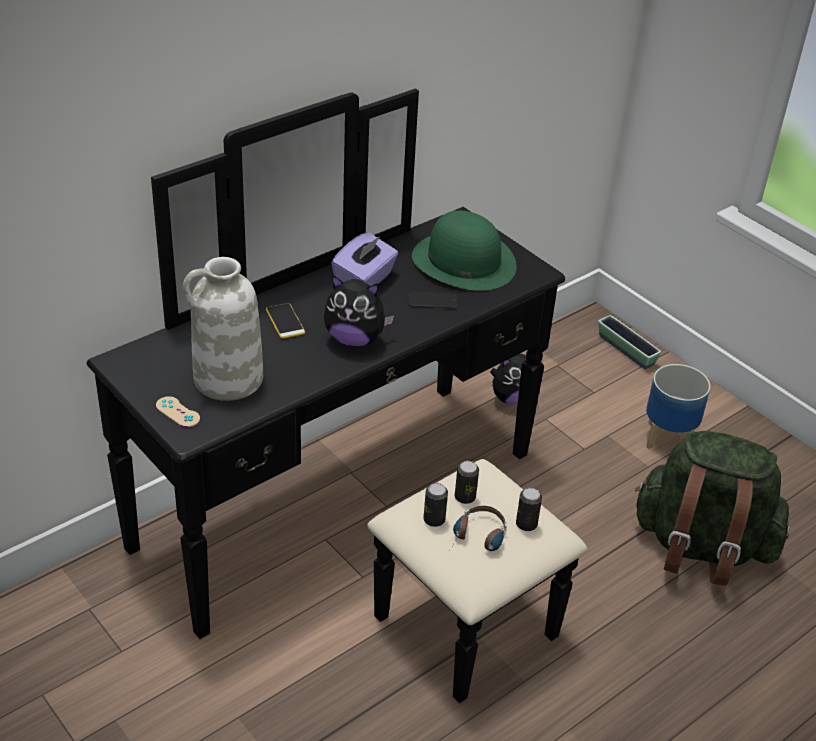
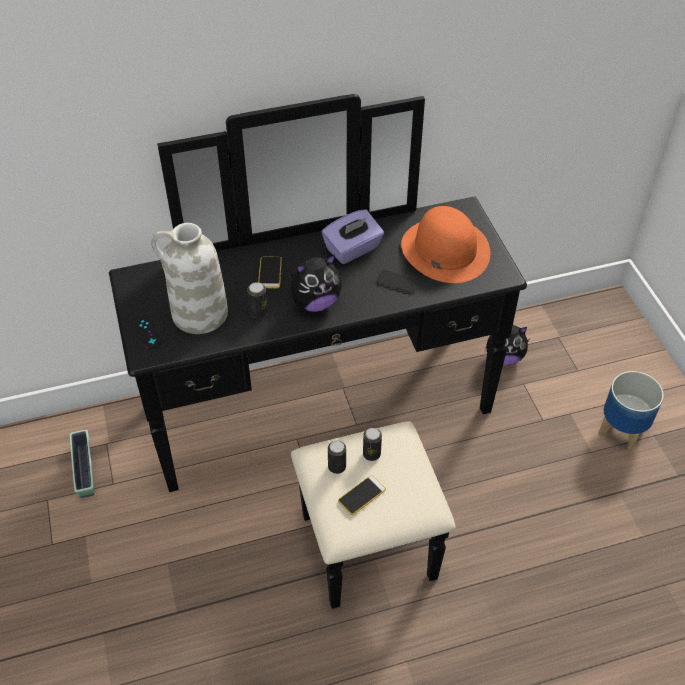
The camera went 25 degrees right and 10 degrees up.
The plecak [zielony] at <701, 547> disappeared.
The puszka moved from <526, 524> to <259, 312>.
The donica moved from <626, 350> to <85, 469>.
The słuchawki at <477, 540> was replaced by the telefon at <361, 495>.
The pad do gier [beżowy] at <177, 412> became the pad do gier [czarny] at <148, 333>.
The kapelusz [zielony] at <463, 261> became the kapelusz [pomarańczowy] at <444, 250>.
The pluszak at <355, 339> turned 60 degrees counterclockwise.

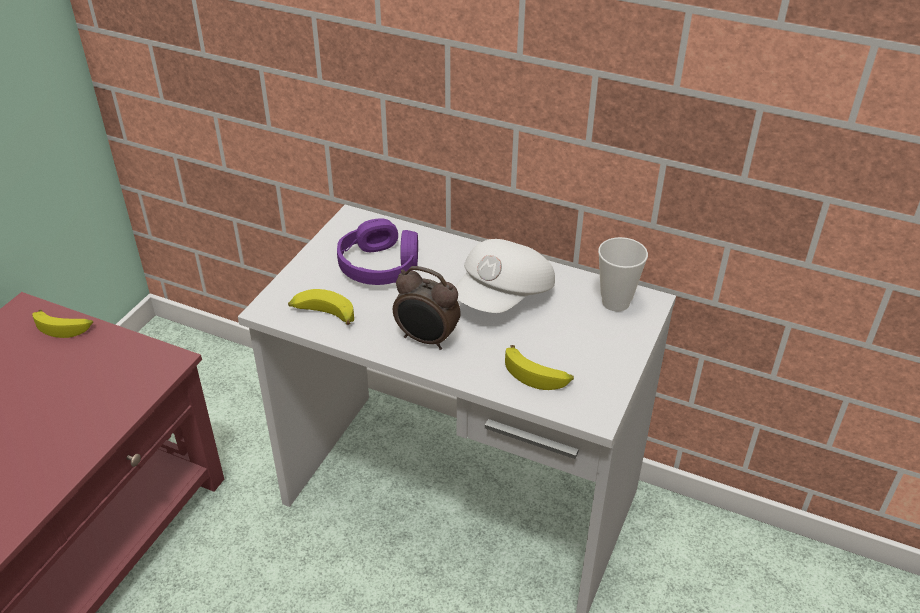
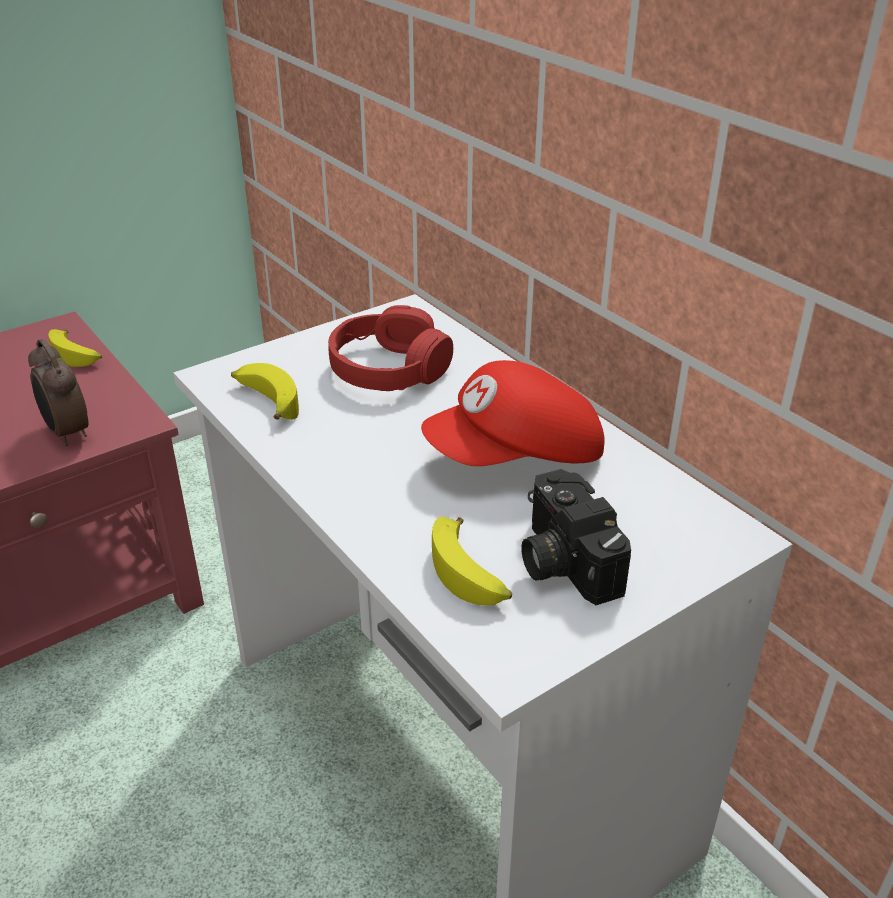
The camera went 30 degrees right and 5 degrees down.
The filiżanka at <615, 302> disappeared.
The aparat fotograficzny at <561, 560> appeared.
The budzik moved from <426, 339> to <67, 433>.
The słuchawki [fioletowy] at <379, 265> became the słuchawki [czerwony] at <389, 369>.
The czapka z daszkiem [biały] at <504, 297> became the czapka z daszkiem [czerwony] at <517, 457>.

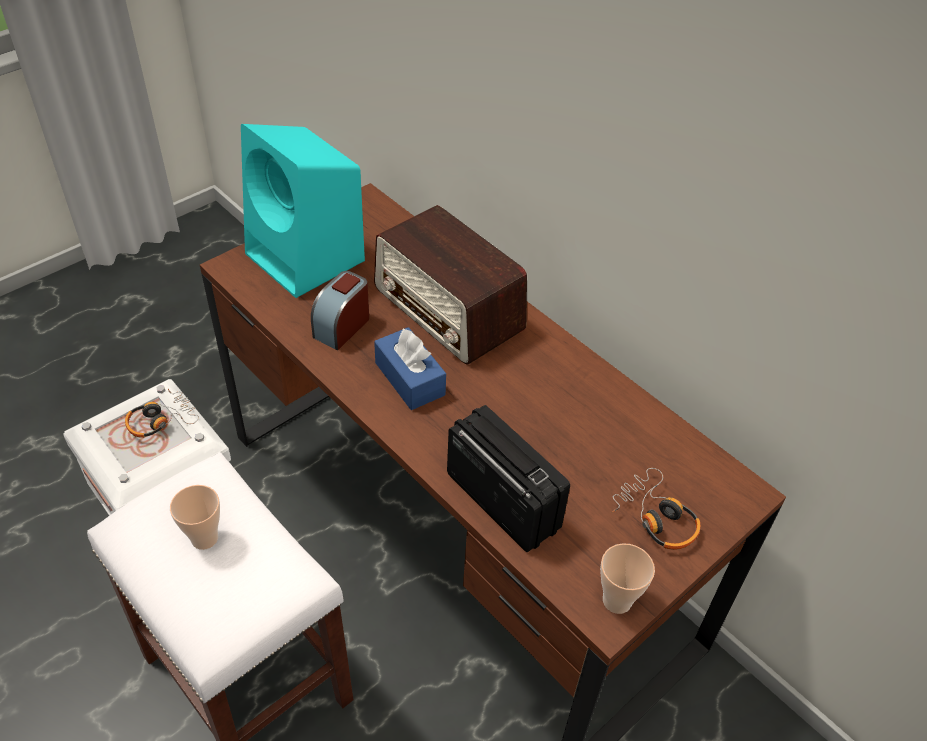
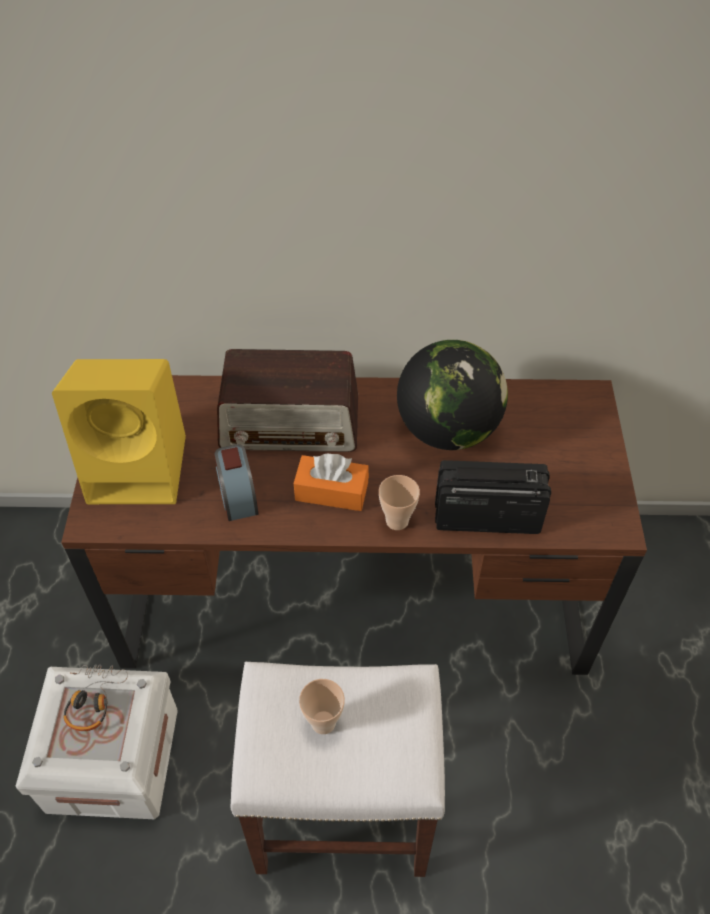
The camera went 45 degrees left and 5 degrees up.
The słuchawki at <655, 517> disappeared.
The globus at <447, 430> appeared.
The filiżanka moved from <617, 600> to <397, 521>.
The głośnik [turkusowy] at <308, 258> became the głośnik [żółty] at <140, 468>.
The pudełko chusteczek [niebieski] at <409, 379> became the pudełko chusteczek [pomarańczowy] at <331, 491>.

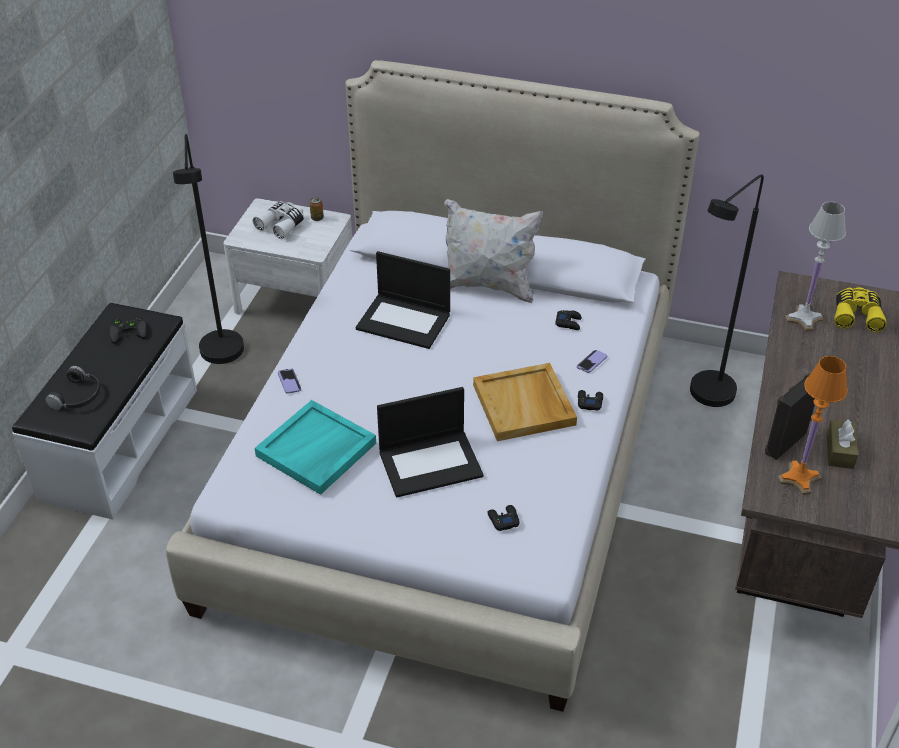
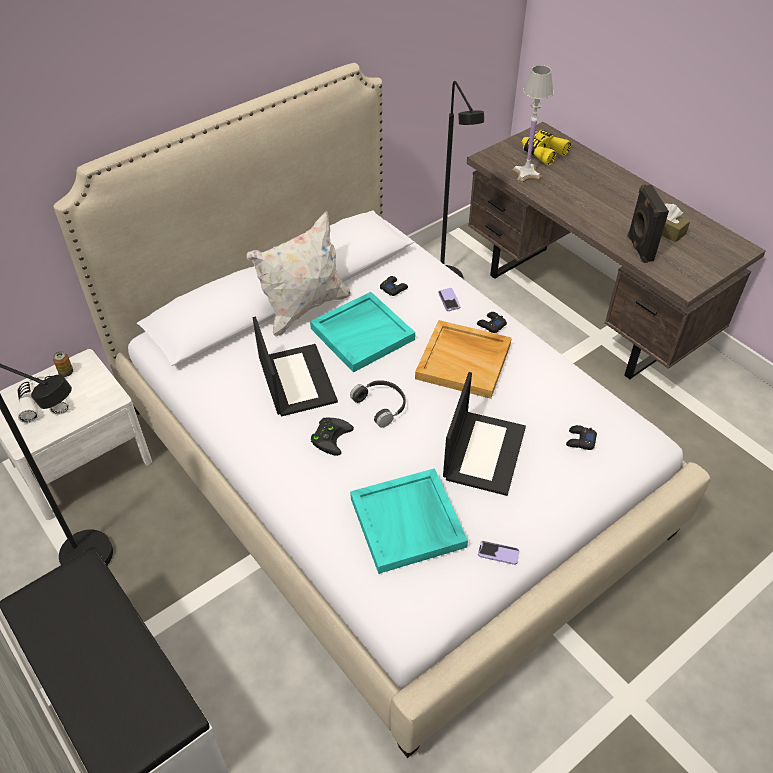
The camera went 55 degrees left and 5 degrees up.
The lampa stołowa [pomarańczowy] at <799, 479> disappeared.
The taca [turkusowy] at <362, 333> appeared.
The słuchawki [czarny] moved from <78, 396> to <382, 405>.
The pad do gier [czarny] moved from <130, 331> to <330, 436>.
The telefon moved from <289, 382> to <498, 553>.
The laptop at <405, 321> turned 75 degrees counterclockwise.

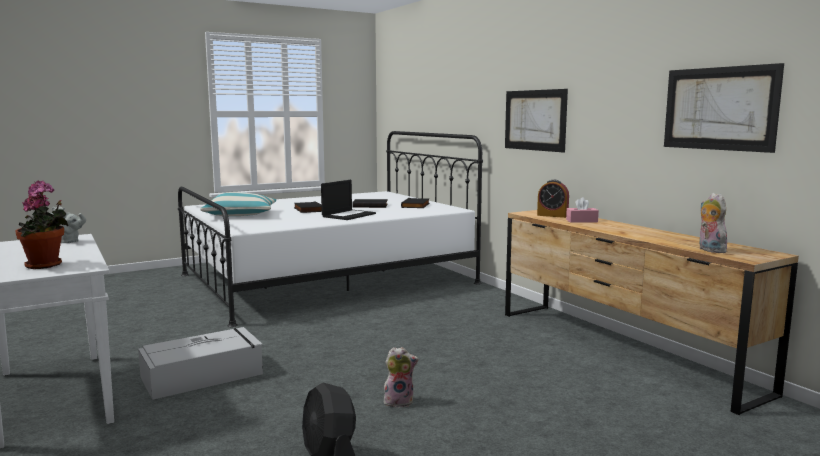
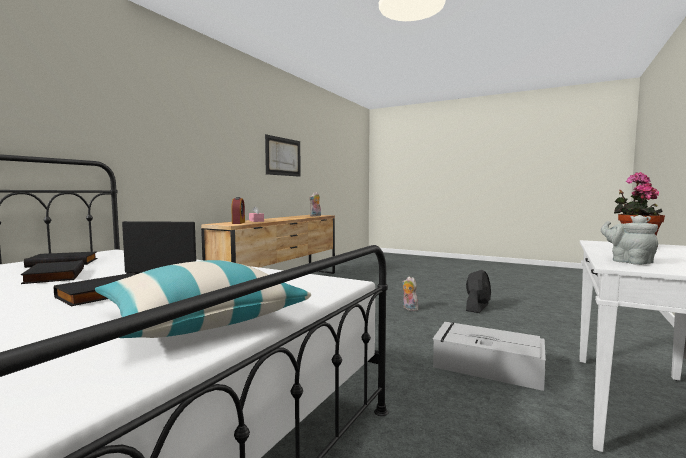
The camera went 120 degrees left and 5 degrees down.
The obraz at <534, 120> disappeared.

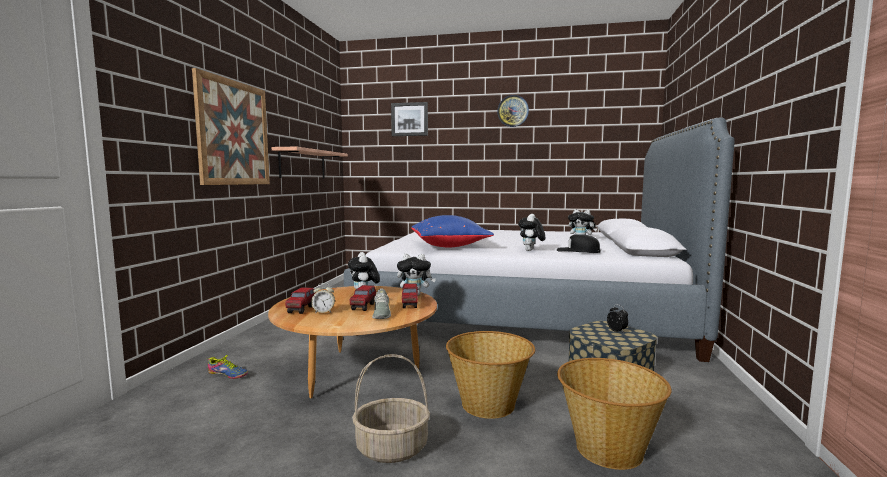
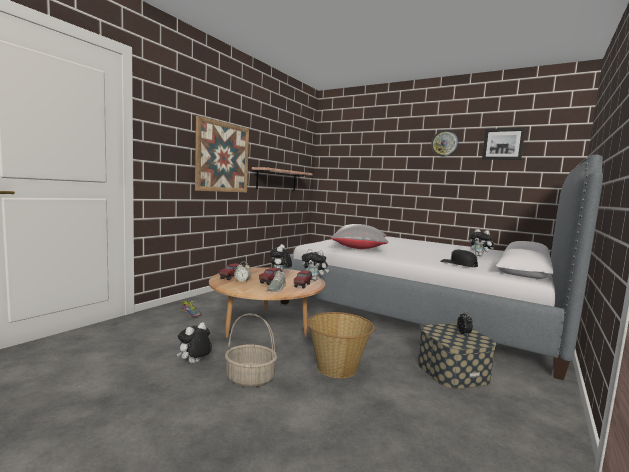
The camera went 20 degrees right and 0 degrees up.
The koszyk at <608, 448> disappeared.
The obraz moved from <409, 119> to <503, 144>.
The pluszak moved from <531, 250> to <194, 363>.
The poduszka [niebieski] at <449, 246> became the poduszka [szary] at <359, 248>.

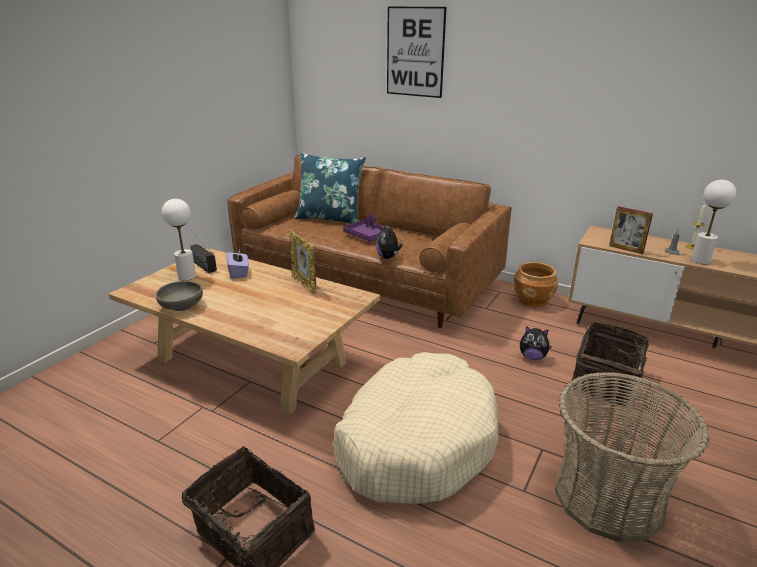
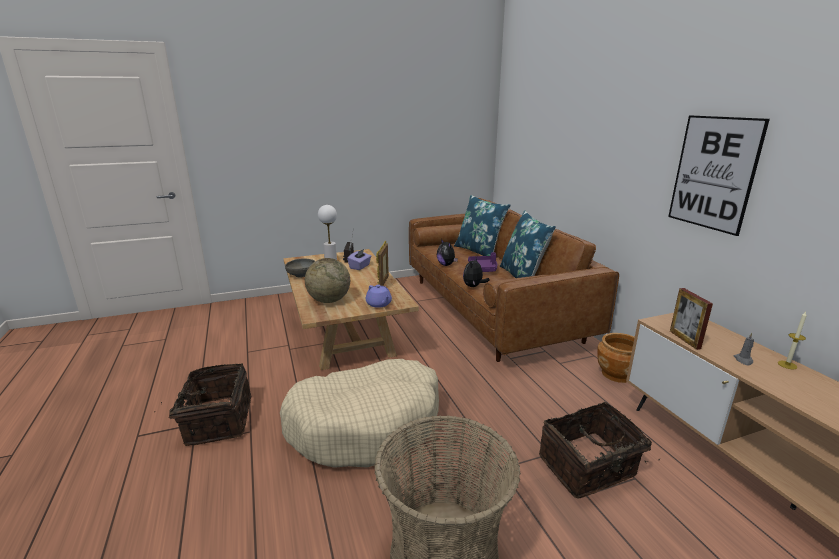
The camera went 40 degrees right and 5 degrees down.
The lampa stołowa [biały] at <700, 260> disappeared.
The globus at <329, 300> appeared.
The imbryk [fioletowy] at <379, 304> appeared.
The poduszka [niebieski] at <522, 276> appeared.
The obraz moved from <415, 52> to <713, 173>.
The pluszak moved from <532, 357> to <446, 265>.

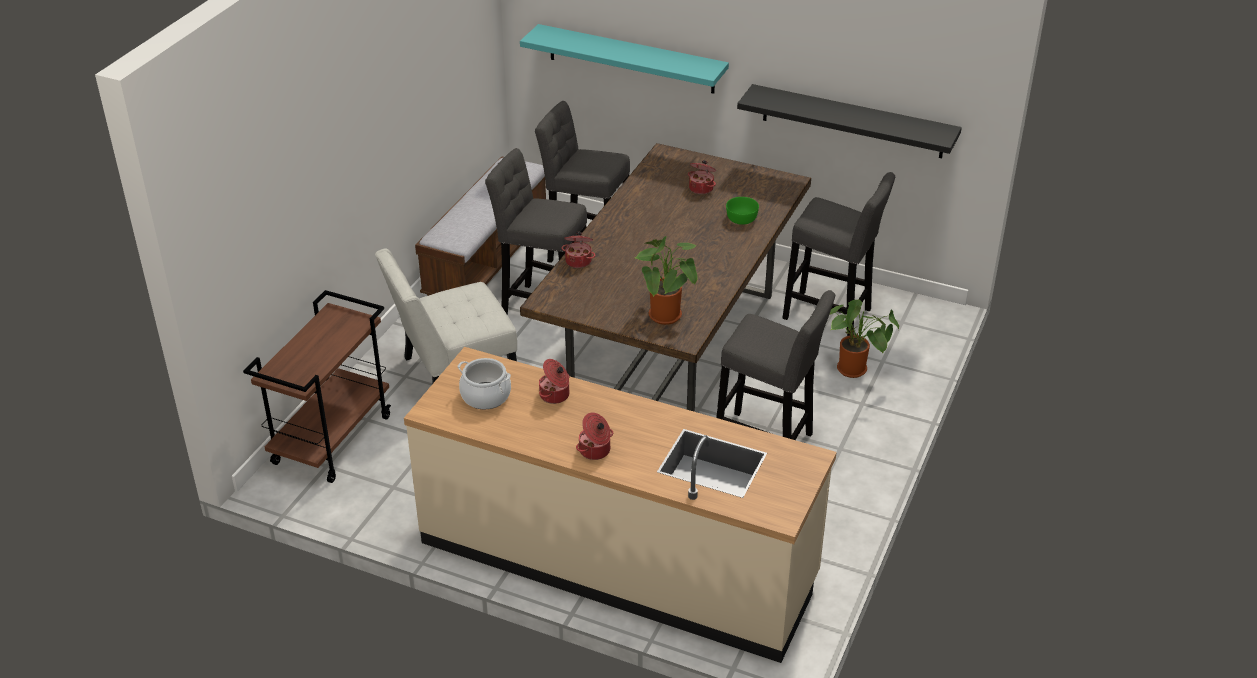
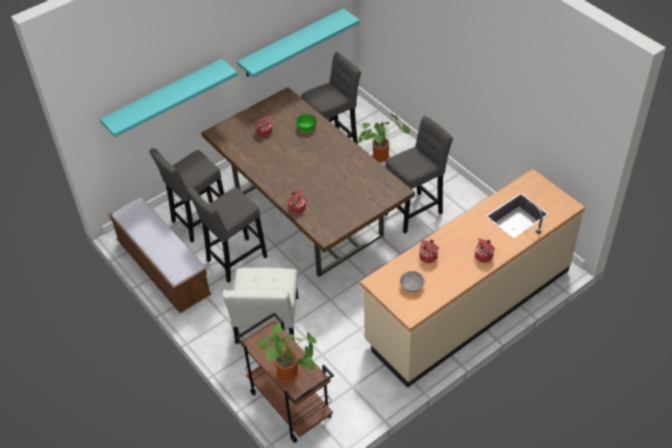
The camera went 60 degrees left and 10 degrees up.
The roślina doniczkowa moved from <667, 318> to <290, 373>.
The garnek at <486, 396> was replaced by the miska [szary] at <412, 286>.
The półka [czarny] at <852, 121> became the półka [turkusowy] at <292, 43>.

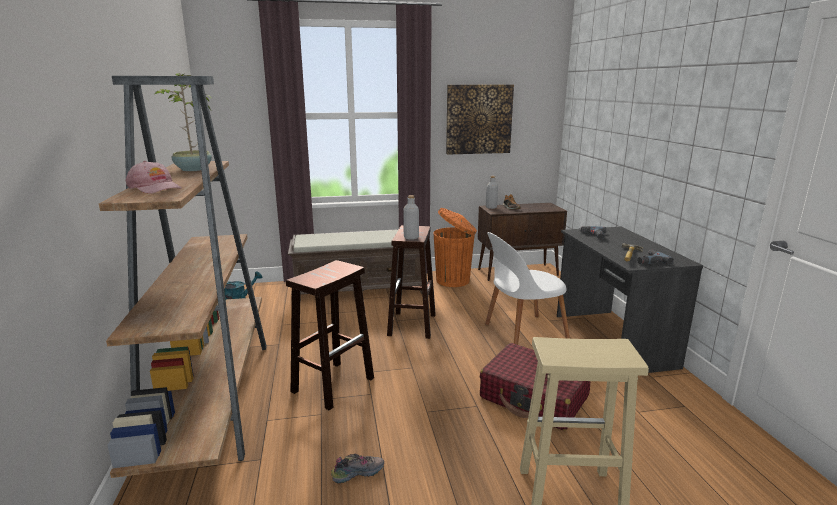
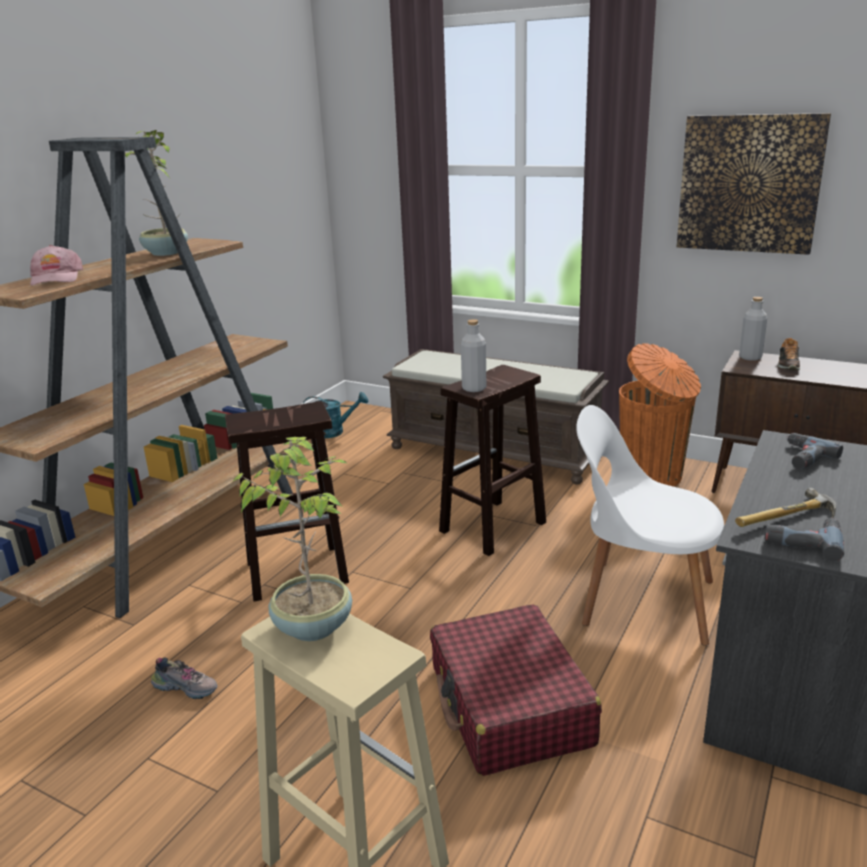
The camera went 40 degrees right and 5 degrees up.
The roślina doniczkowa at <313, 625> appeared.

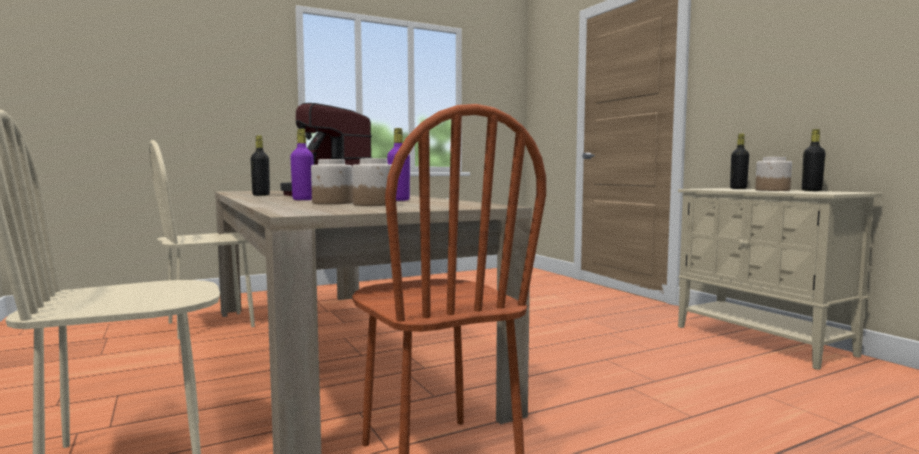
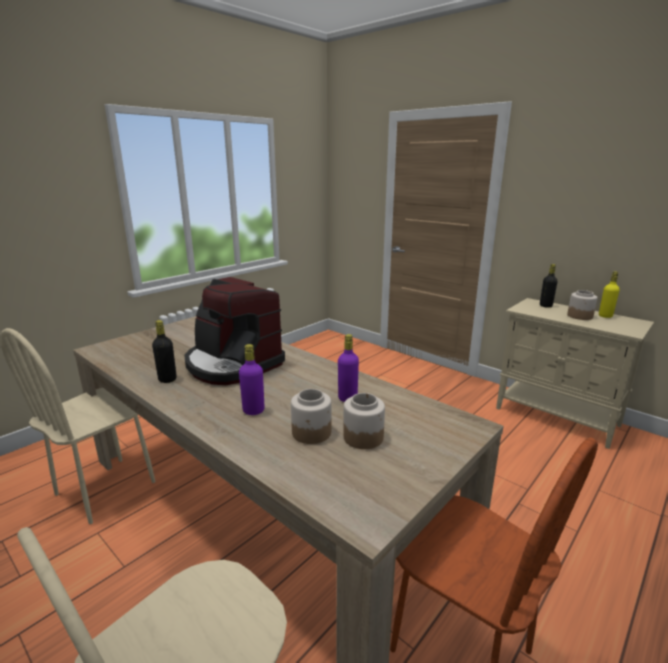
The camera went 20 degrees left and 15 degrees up.
The butelka [czarny] at <811, 190> became the butelka [żółty] at <605, 316>.

